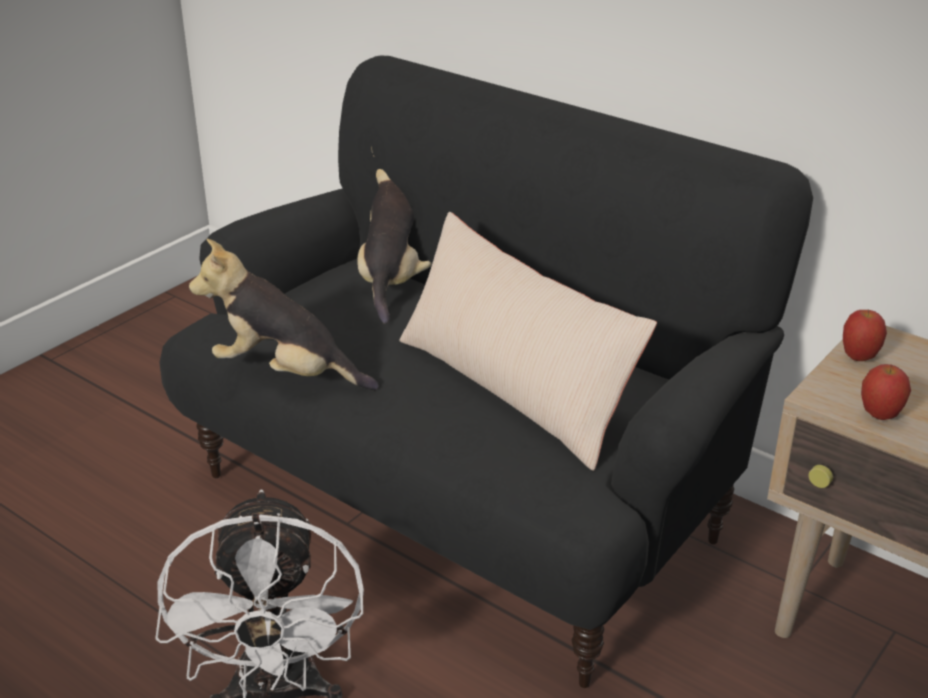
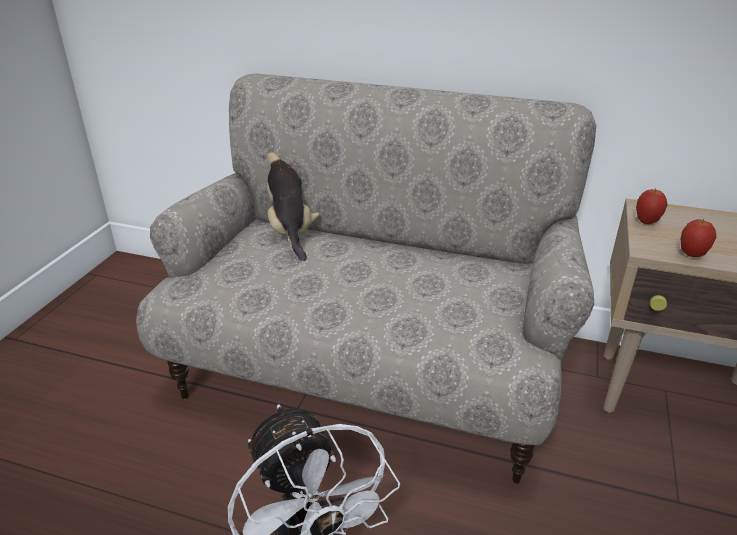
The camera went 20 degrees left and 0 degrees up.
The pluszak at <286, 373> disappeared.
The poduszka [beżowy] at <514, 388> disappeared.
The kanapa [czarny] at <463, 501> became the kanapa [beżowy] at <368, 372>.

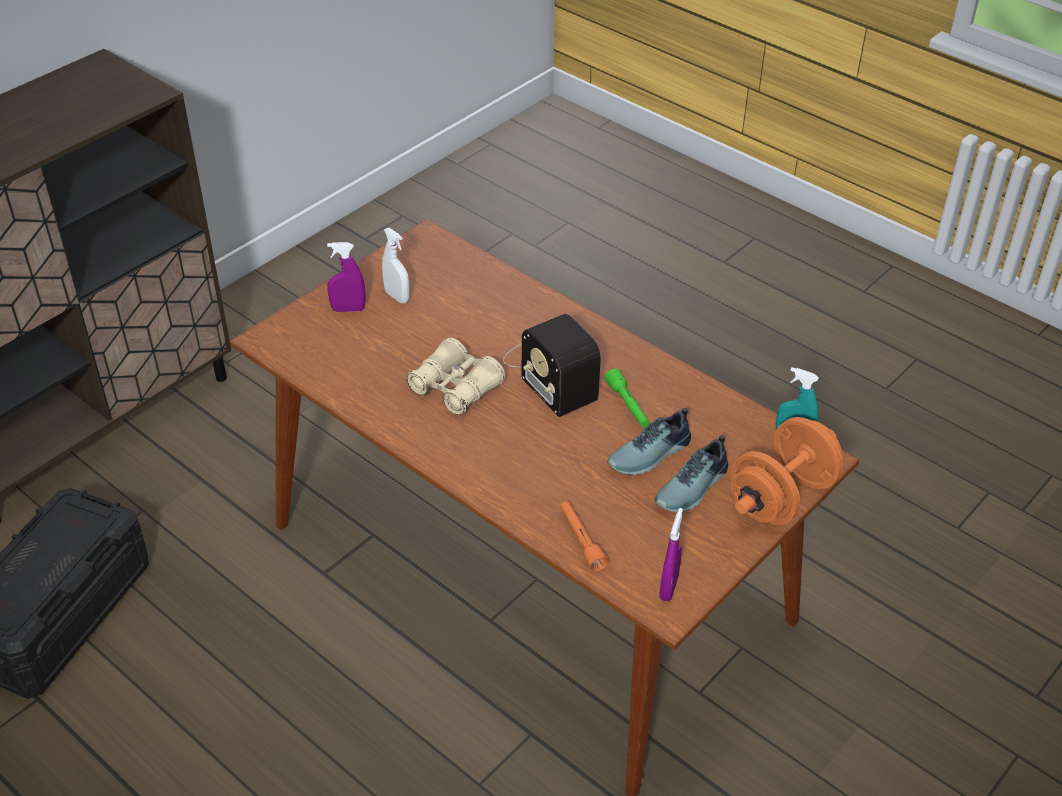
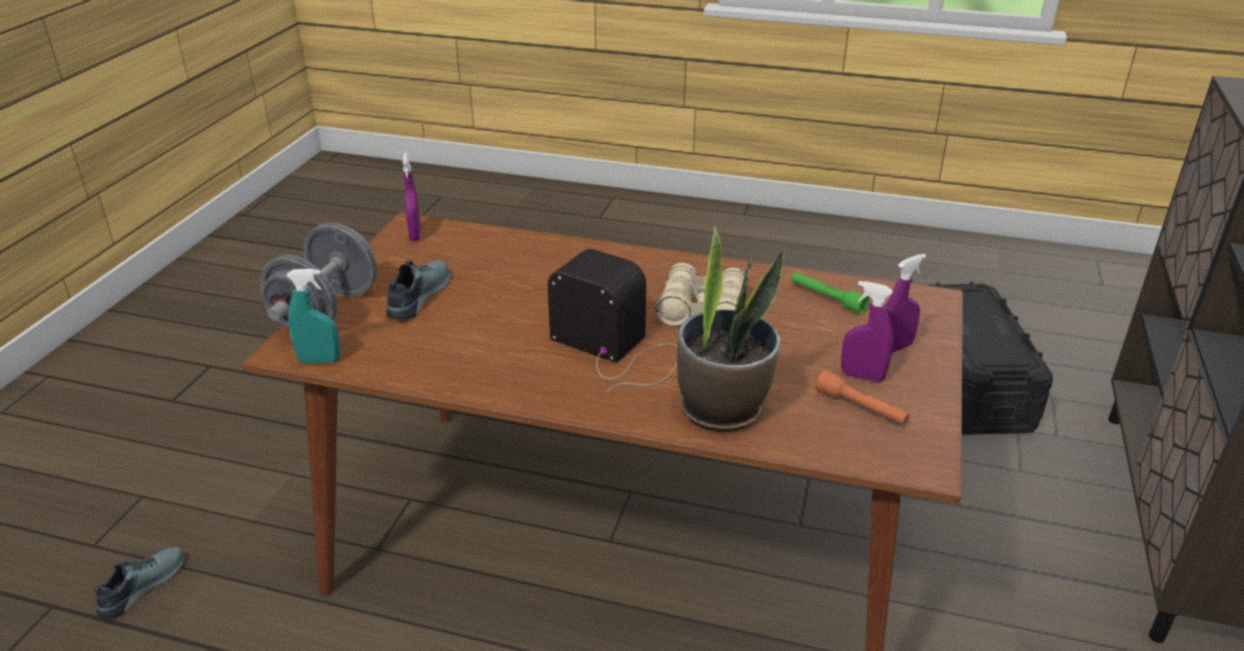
The camera went 155 degrees right and 10 degrees down.
The roślina doniczkowa at <722, 409> appeared.
The latarka [pomarańczowy] moved from <581, 540> to <861, 408>.
The latarka [zielony] moved from <628, 405> to <827, 299>.
The but moved from <651, 455> to <140, 586>.
The spryskiwacz [biały] at <397, 297> became the spryskiwacz [fioletowy] at <862, 376>.
The hantel [pomarańczowy] at <781, 497> became the hantel [szary] at <326, 311>.

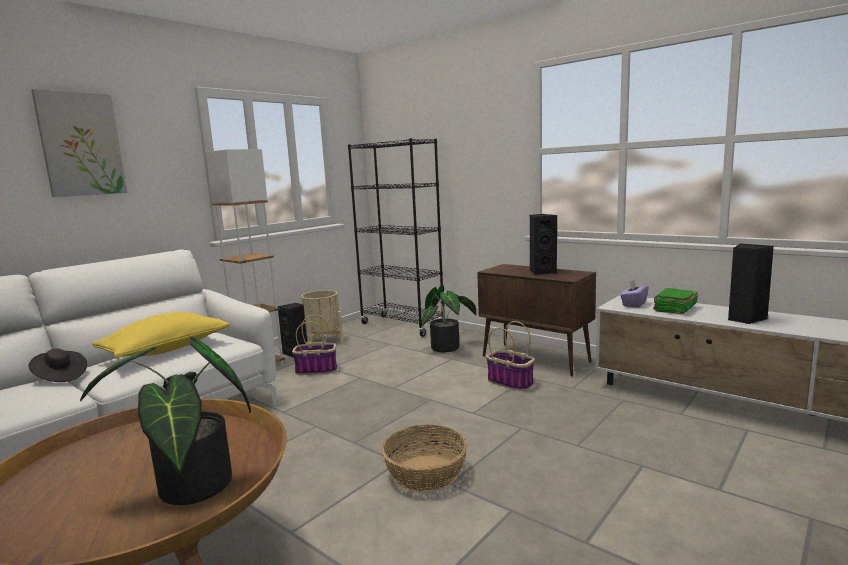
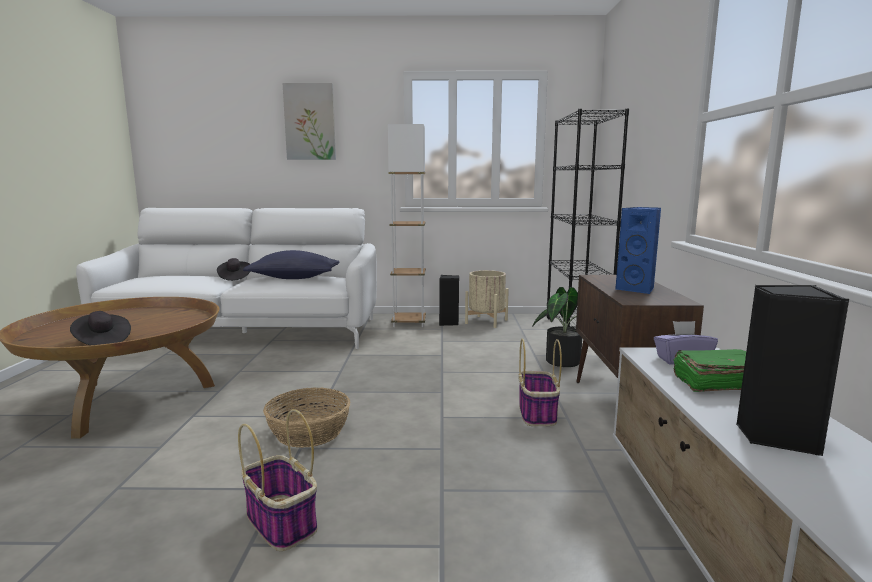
The camera went 50 degrees right and 0 degrees up.
The koszyk moved from <317, 370> to <282, 523>.
The roślina doniczkowa at <190, 491> was replaced by the kapelusz [czarny] at <102, 341>.
The poduszka [żółty] at <166, 350> became the poduszka [niebieski] at <294, 278>.
The głośnik [czarny] at <541, 272> became the głośnik [niebieski] at <637, 289>.

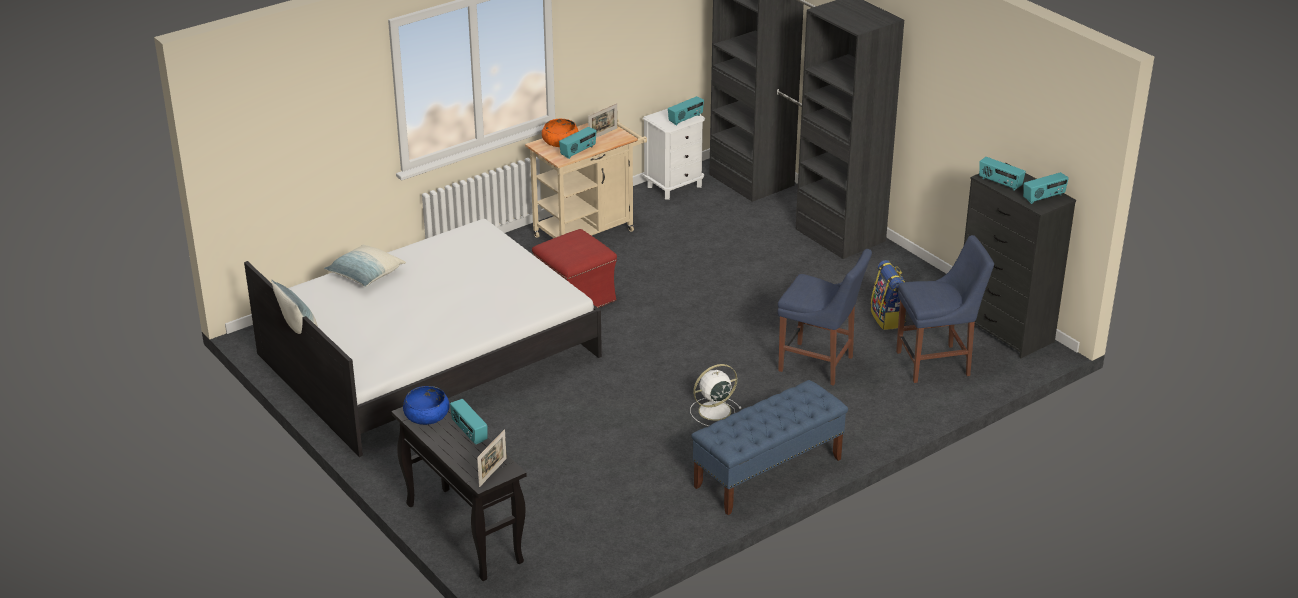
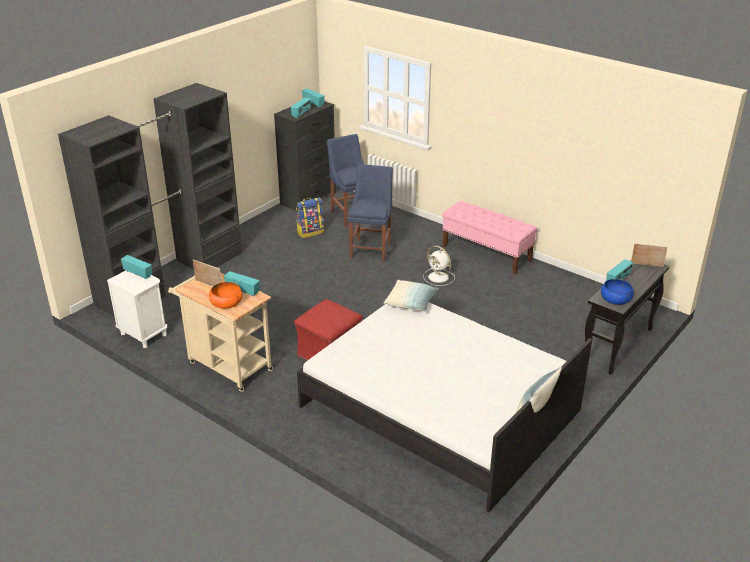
The camera went 105 degrees left and 0 degrees up.
The poduszka moved from <365, 275> to <411, 302>.
The ławka [niebieski] at <767, 473> became the ławka [różowy] at <486, 253>.

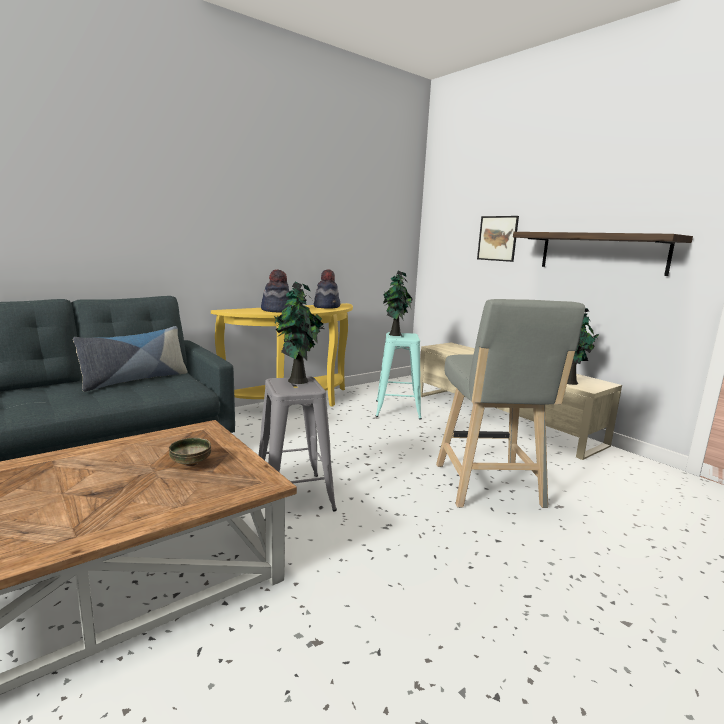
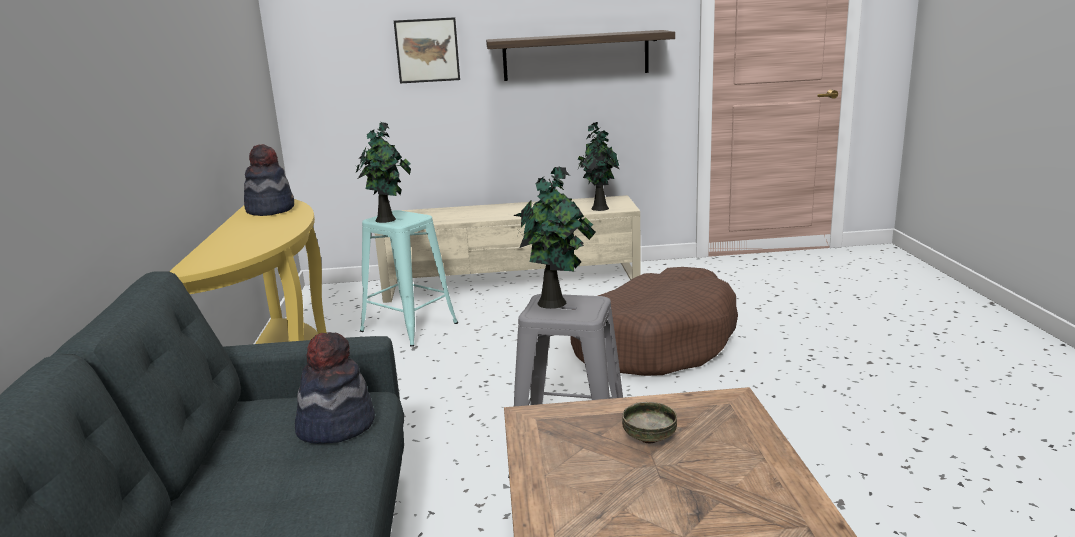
The camera went 55 degrees left and 5 degrees up.
The poduszka at <135, 380> disappeared.
The kapelusz moved from <276, 310> to <336, 426>.
The stołek [szary] at <489, 488> was replaced by the legowisko [brązowy] at <654, 342>.

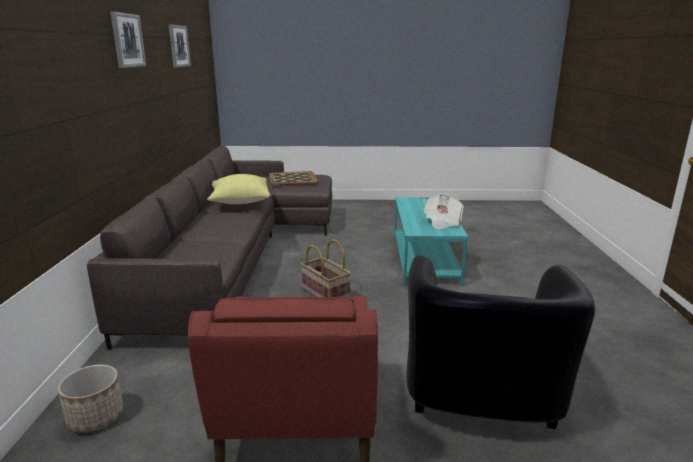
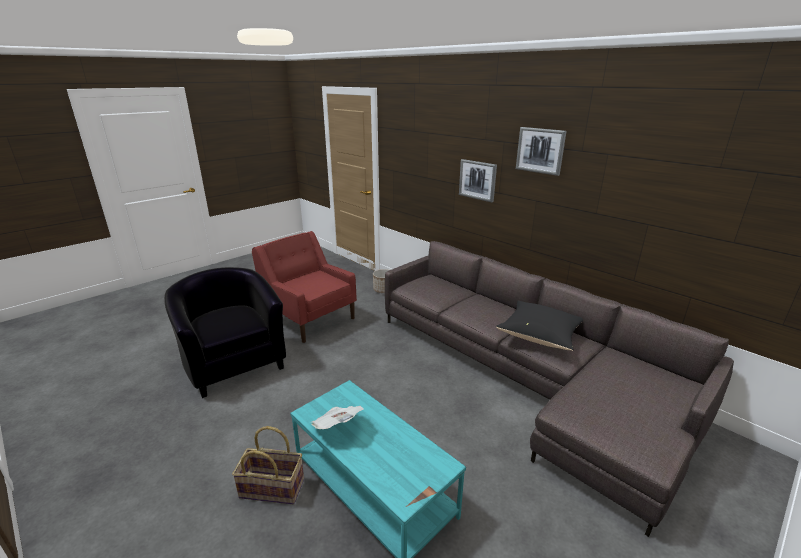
The camera went 135 degrees right and 5 degrees up.
The taca at <292, 178> disappeared.
The obraz moved from <178, 46> to <477, 180>.
The koszyk moved from <324, 293> to <273, 487>.
The poduszka [żółty] at <239, 201> became the poduszka [czarny] at <540, 336>.

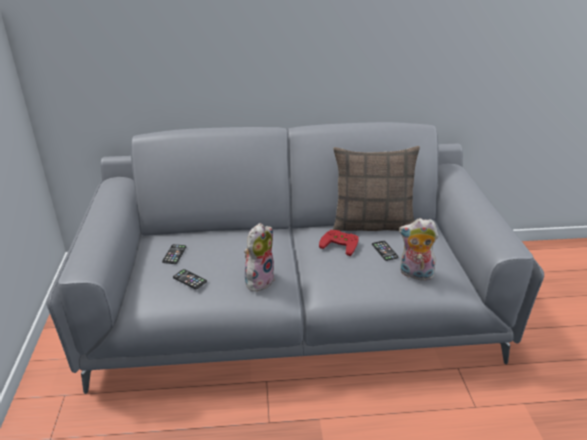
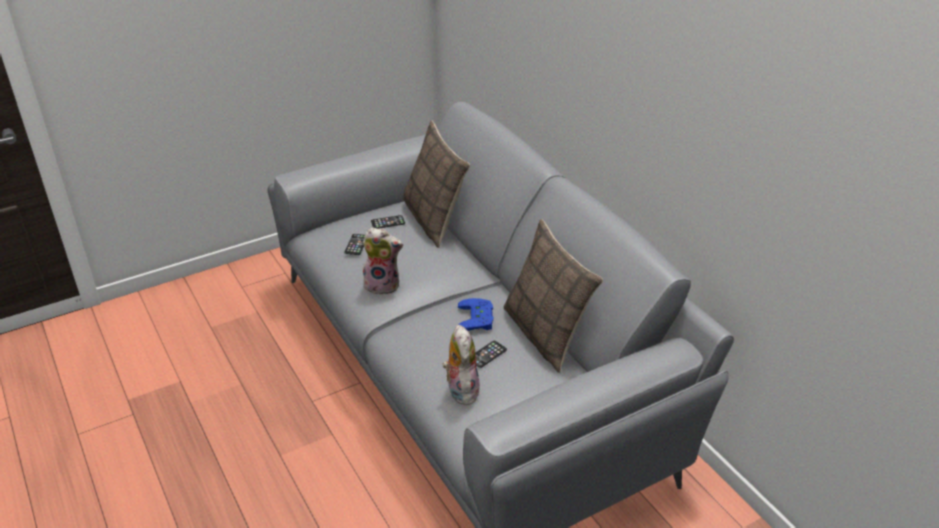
The camera went 65 degrees right and 5 degrees up.
The poduszka at <434, 220> appeared.
The pad do gier [czerwony] at <341, 244> became the pad do gier [niebieski] at <478, 318>.

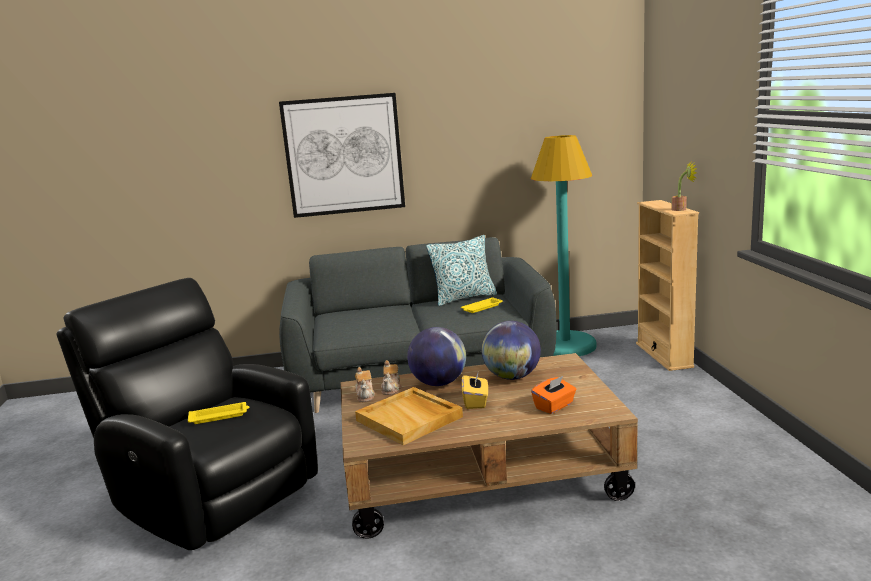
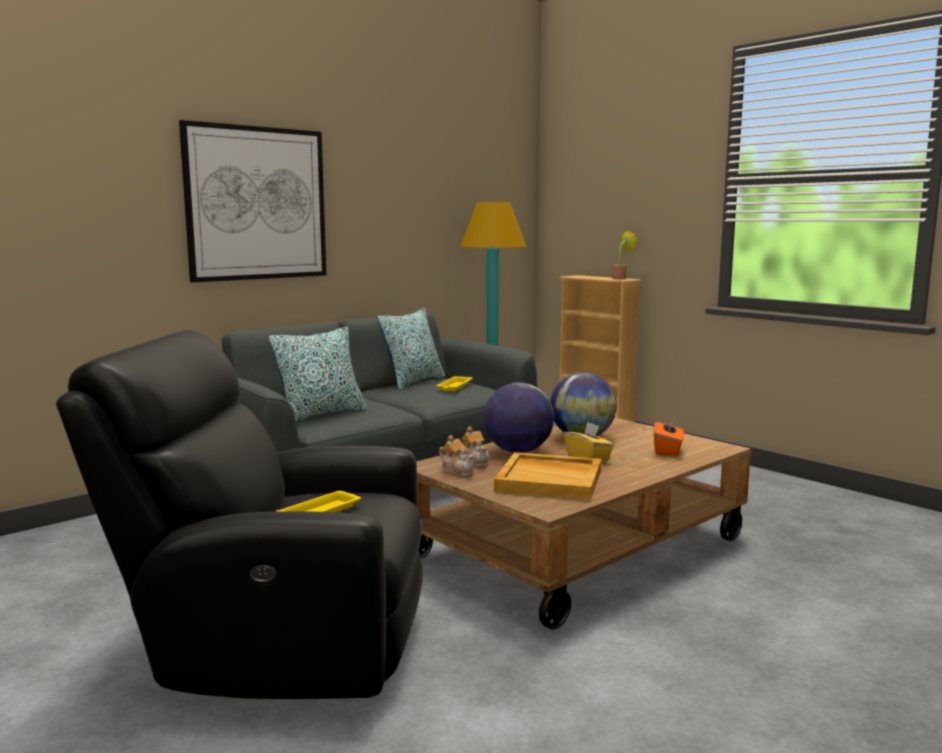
The camera went 35 degrees left and 5 degrees down.
The poduszka at <321, 414> appeared.

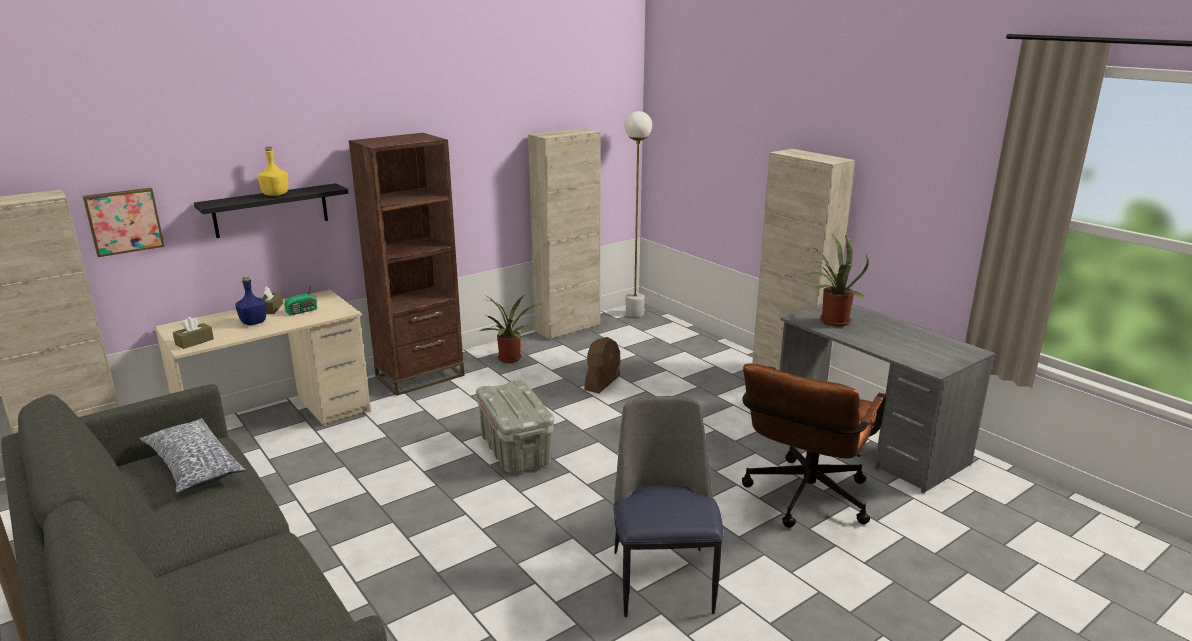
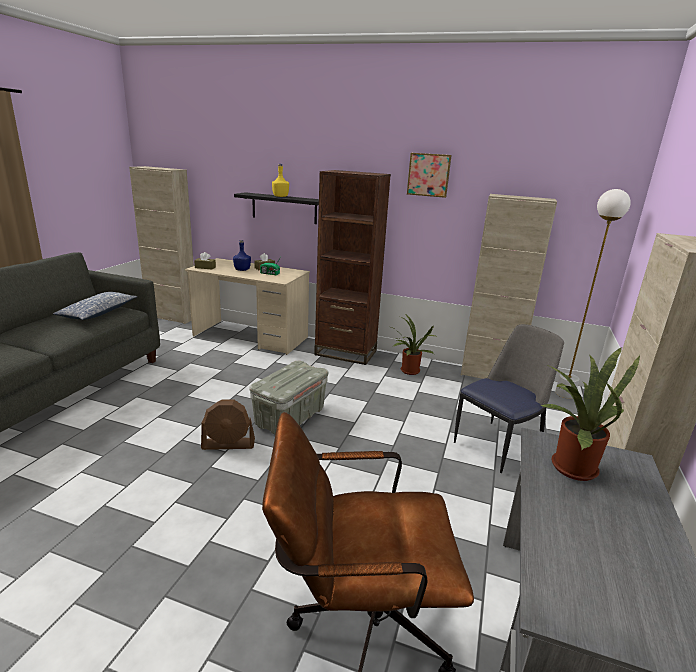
The camera went 55 degrees right and 0 degrees up.
The obraz moved from <124, 221> to <429, 175>.
The wentylator [brązowy] moved from <602, 382> to <228, 444>.
The krzesło moved from <662, 578> to <498, 445>.

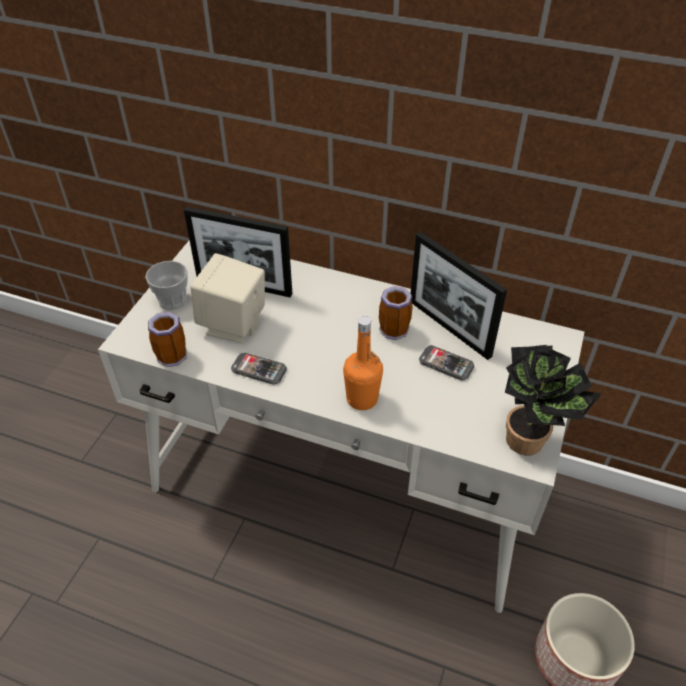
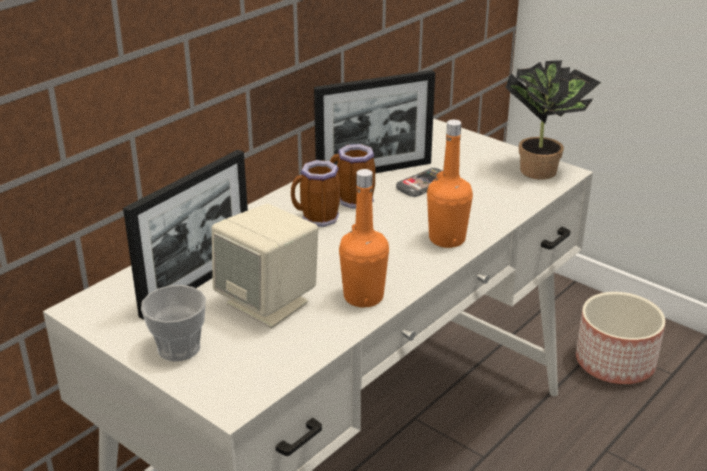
The camera went 70 degrees left and 15 degrees down.
The kubek moved from <169, 355> to <317, 219>.
The telefon at <259, 370> was replaced by the butelka [pomarańczowy] at <363, 297>.

